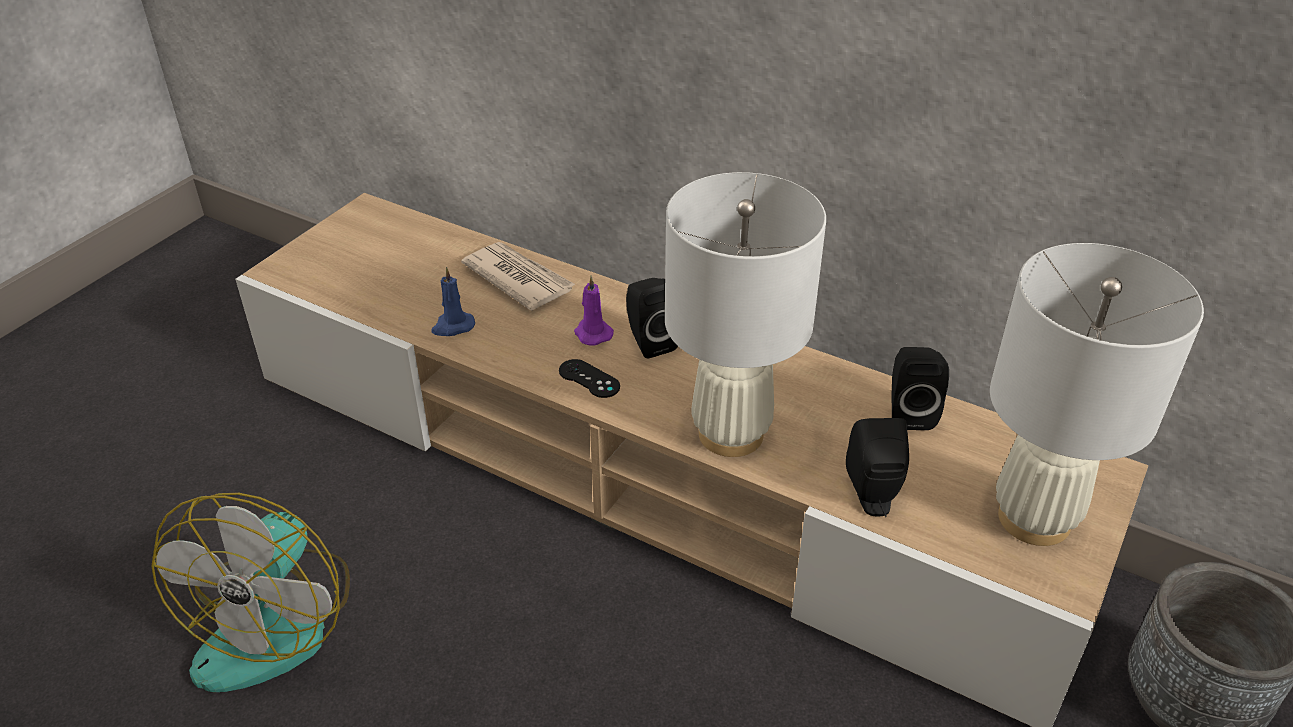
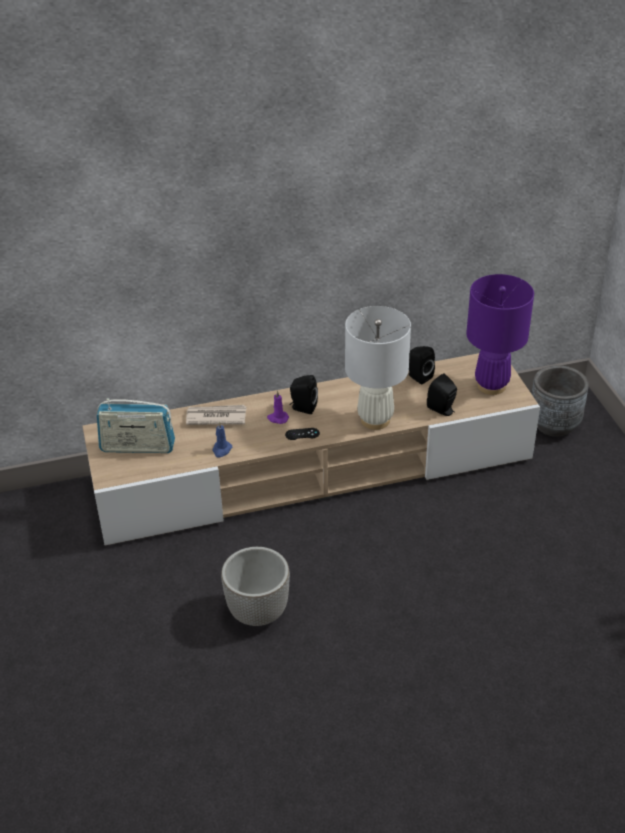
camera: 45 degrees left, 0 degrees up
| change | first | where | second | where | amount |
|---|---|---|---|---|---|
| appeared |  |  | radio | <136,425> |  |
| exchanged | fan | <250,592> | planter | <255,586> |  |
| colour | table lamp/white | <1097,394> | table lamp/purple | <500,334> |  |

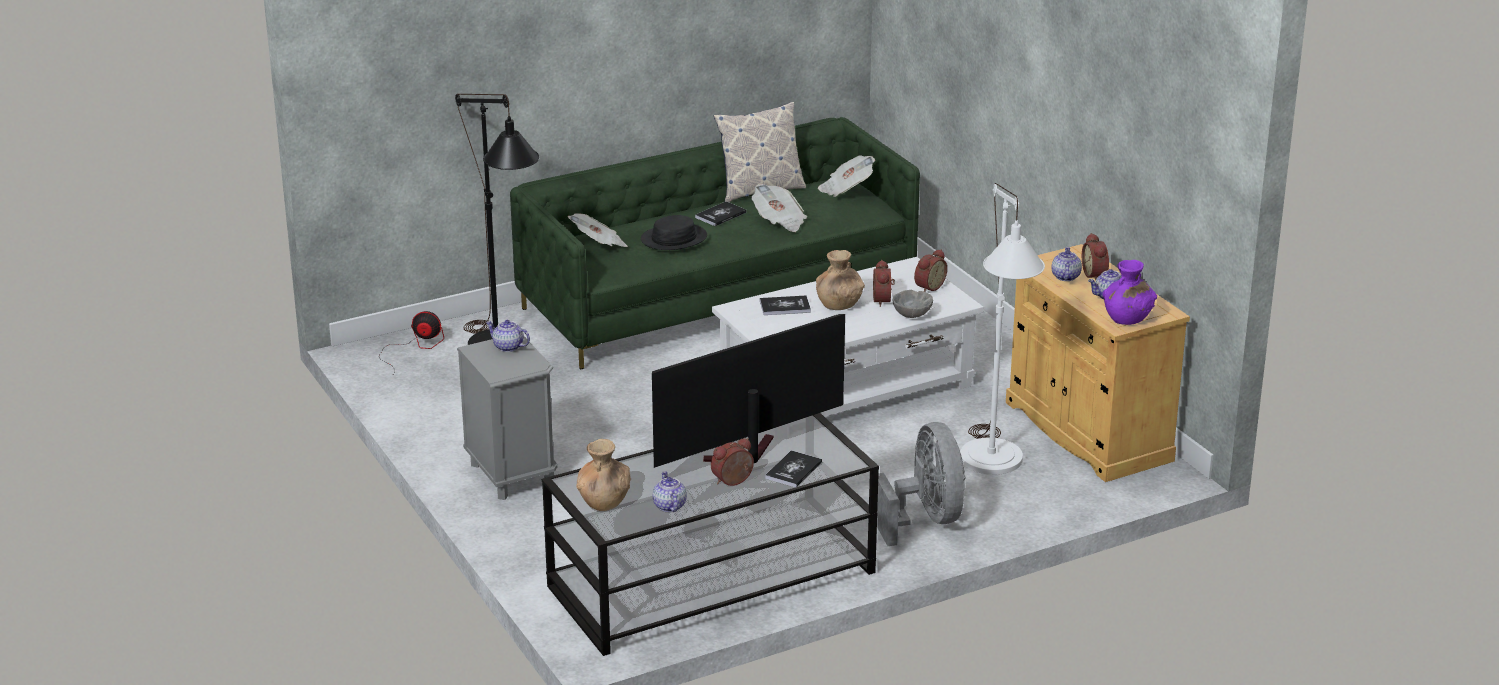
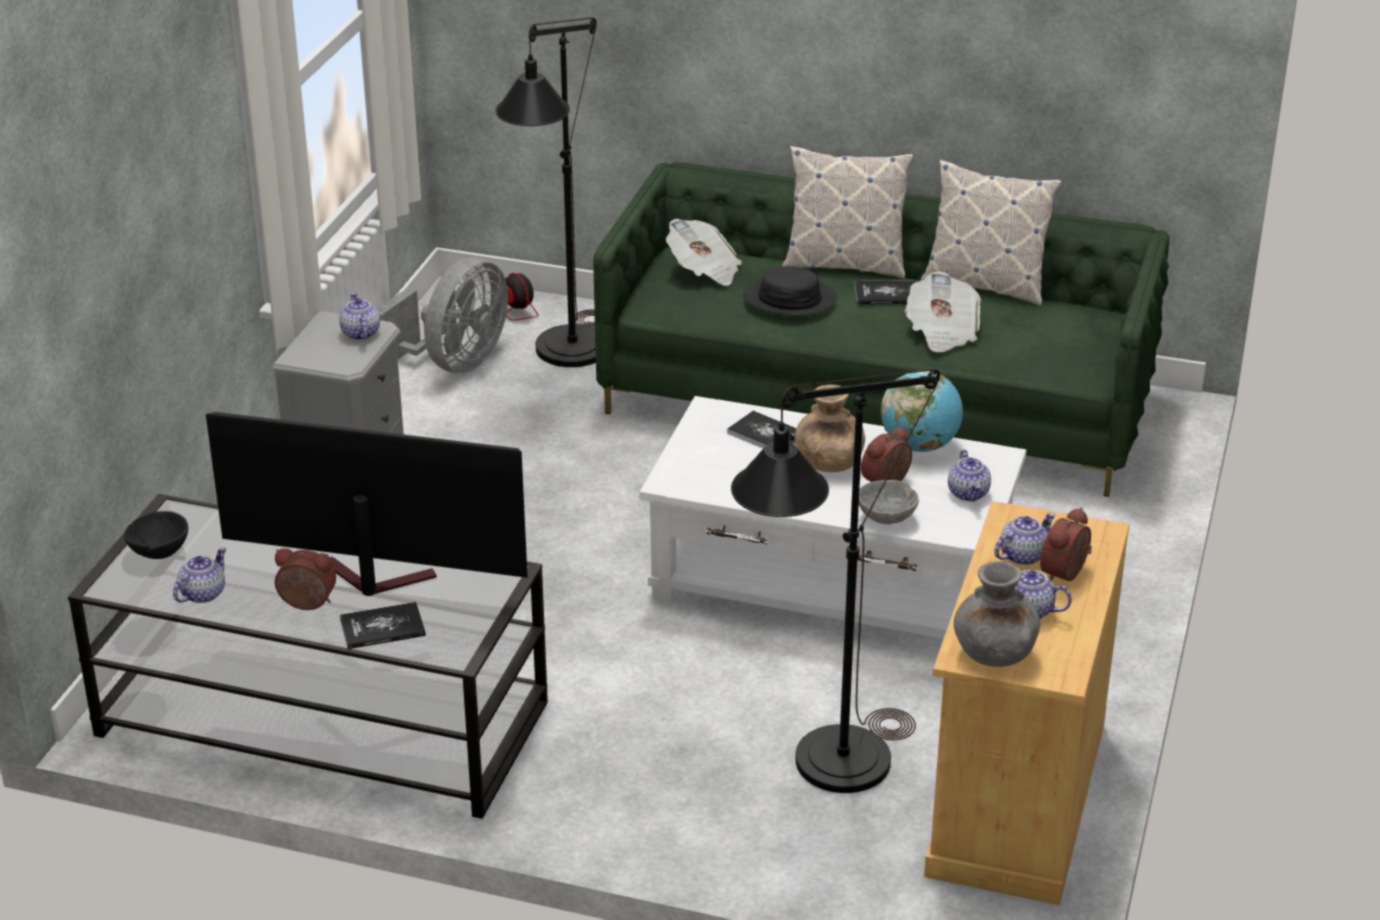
camera: 45 degrees right, 5 degrees up
| change | first | where | second | where | amount |
|---|---|---|---|---|---|
| exchanged | vase/brown | <603,475> | bowl/black | <156,535> |  |
| relocated | fan/grey | <921,484> |  | <443,315> |  |
| colour | floor lamp/white | <1002,329> | floor lamp/black | <835,581> |  |
| appeared |  |  | pillow | <848,212> |  |
| appeared |  |  | globe | <922,411> |  |
| exchanged | alarm clock | <930,270> | teapot | <969,476> |  |
| colour | vase/purple | <1130,292> | vase/grey | <997,614> |  |
| missing | newspaper | <846,176> |  |  |  |

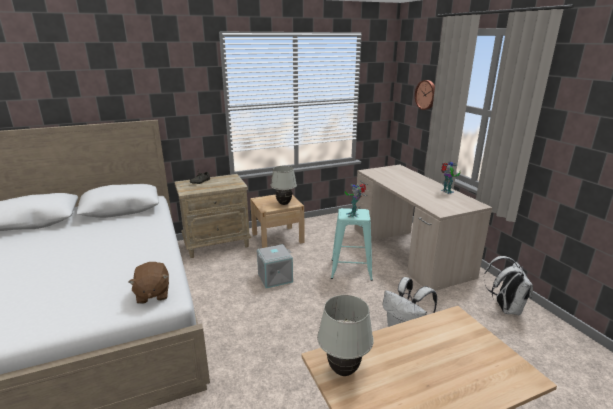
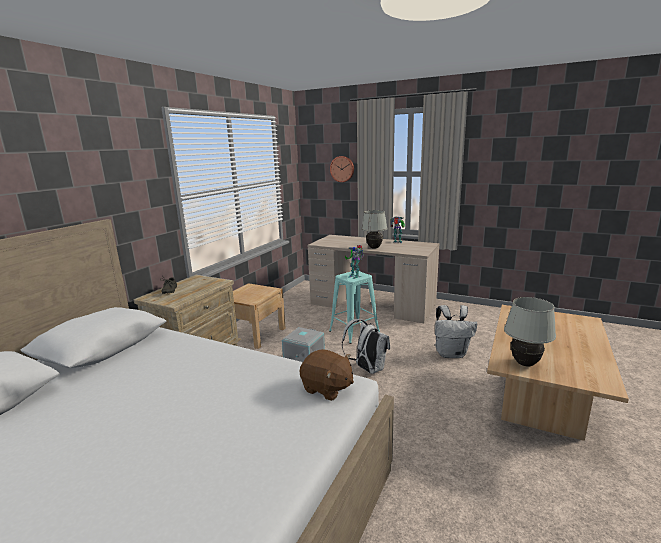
camera: 40 degrees left, 5 degrees down
| change | first | where | second | where | amount |
|---|---|---|---|---|---|
| relocated | backpack/white | <508,285> |  | <366,346> |  |
| relocated | table lamp/white | <284,185> |  | <374,229> |  |

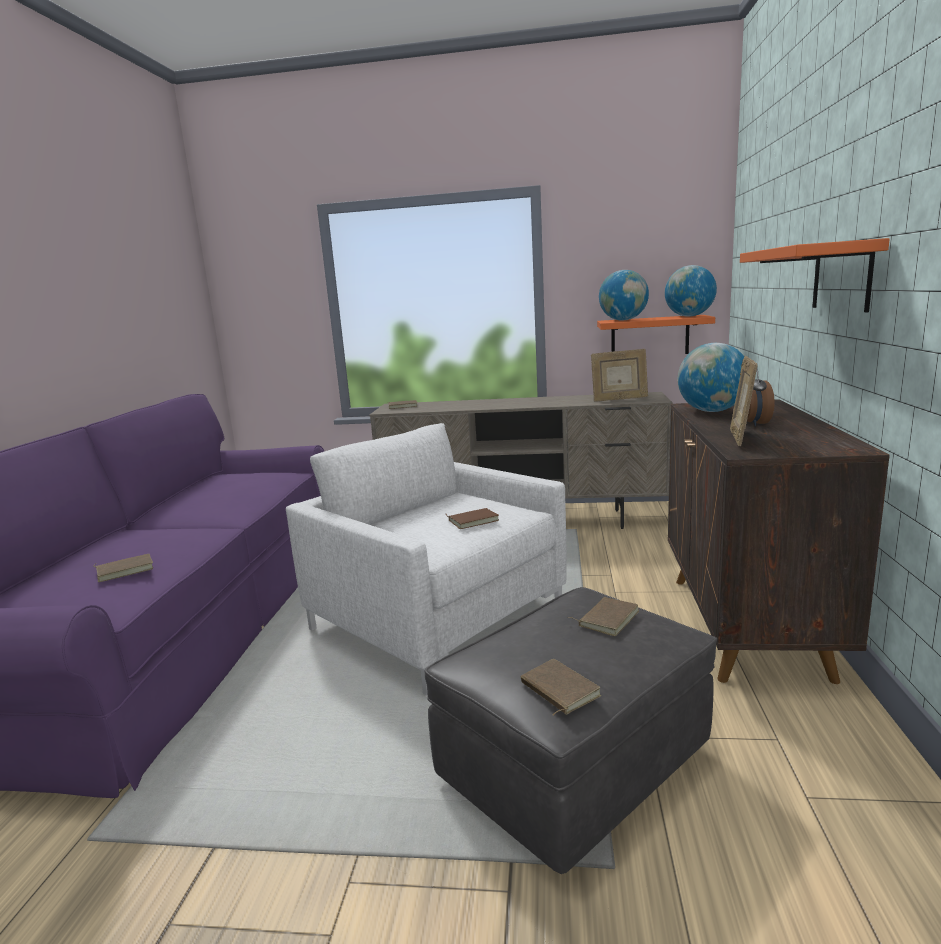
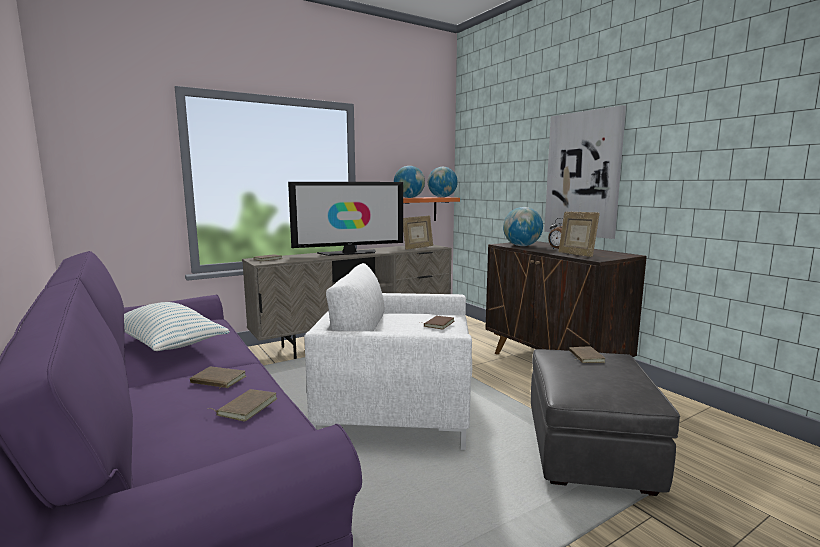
camera: 40 degrees left, 5 degrees down
| change | first | where | second | where | amount |
|---|---|---|---|---|---|
| appeared |  |  | pillow | <177,326> |  |
| relocated | book/brown | <561,687> |  | <218,378> |  |
| appeared |  |  | television | <345,219> |  |
| exchanged | shelf/orange | <815,275> | picture | <585,172> |  |

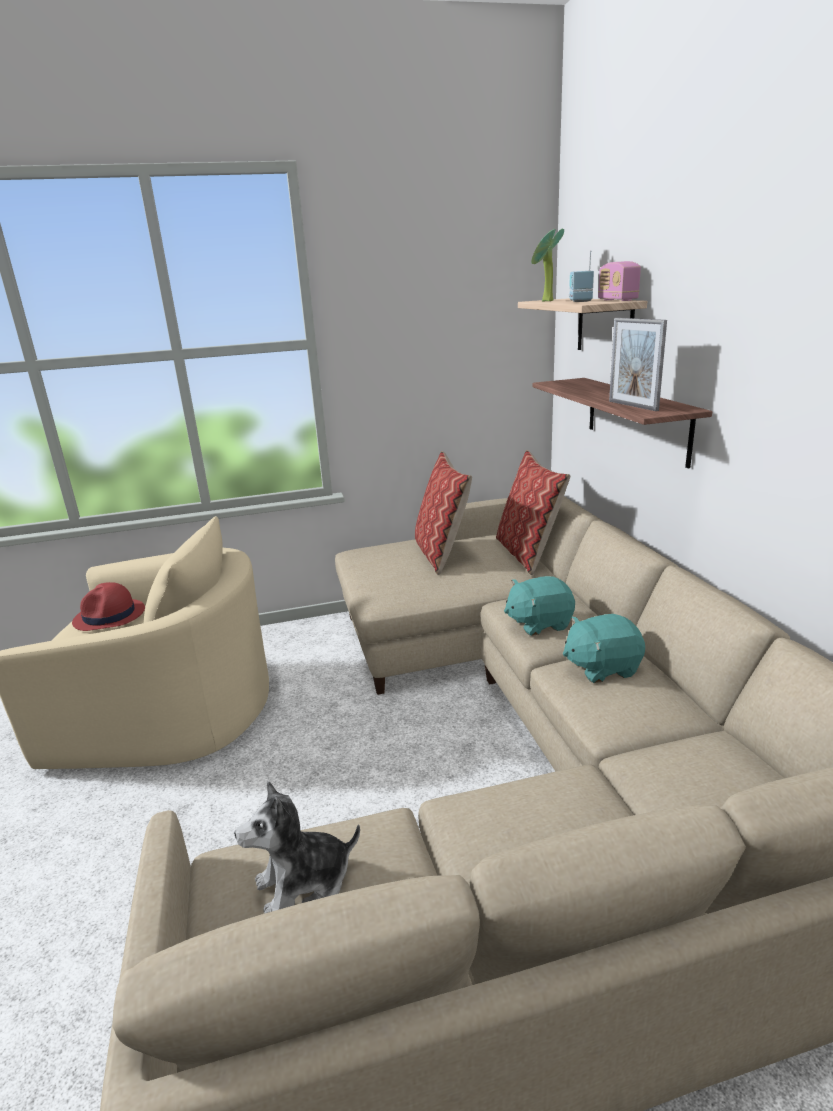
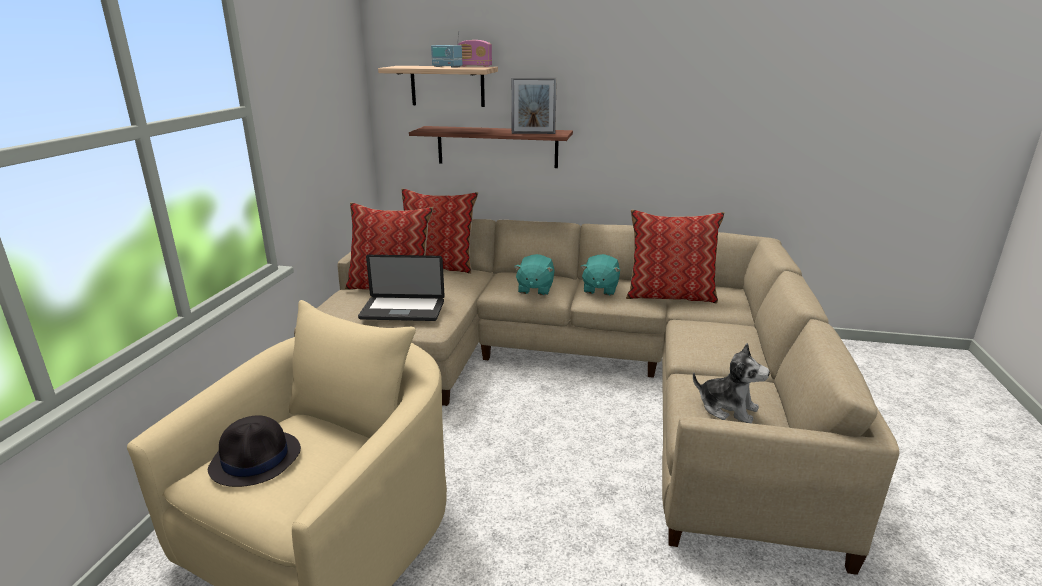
camera: 65 degrees left, 0 degrees up
| change | first | where | second | where | amount |
|---|---|---|---|---|---|
| colour | hat/red | <108,606> | hat/black | <254,451> |  |
| appeared |  |  | laptop | <401,288> |  |
| appeared |  |  | pillow | <675,257> |  |
| spun | plush toy | <297,847> |  | <731,383> | 60 degrees counterclockwise |
| missing | potted plant | <547,265> |  |  |  |

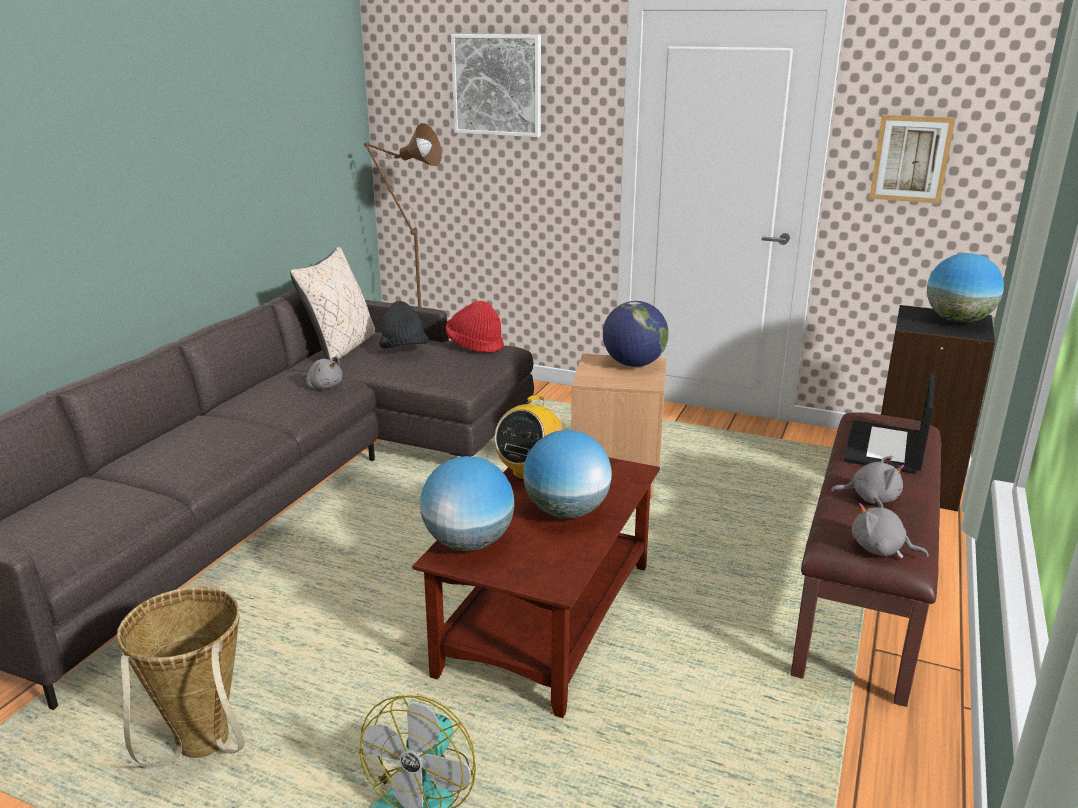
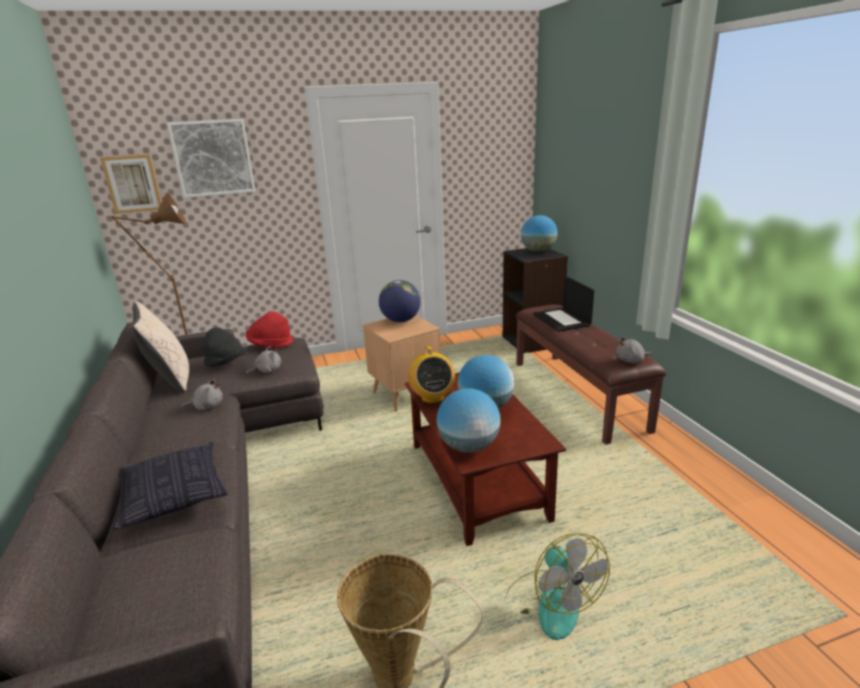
camera: 40 degrees left, 0 degrees up
| change | first | where | second | where | amount |
|---|---|---|---|---|---|
| relocated | picture | <912,159> |  | <131,184> |  |
| appeared |  |  | pillow | <170,486> |  |
| relocated | plush toy/grey | <867,480> |  | <263,360> |  |

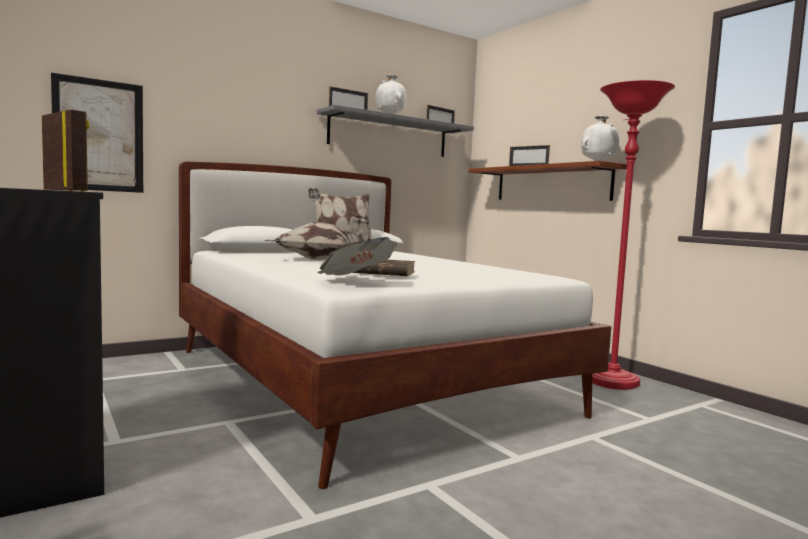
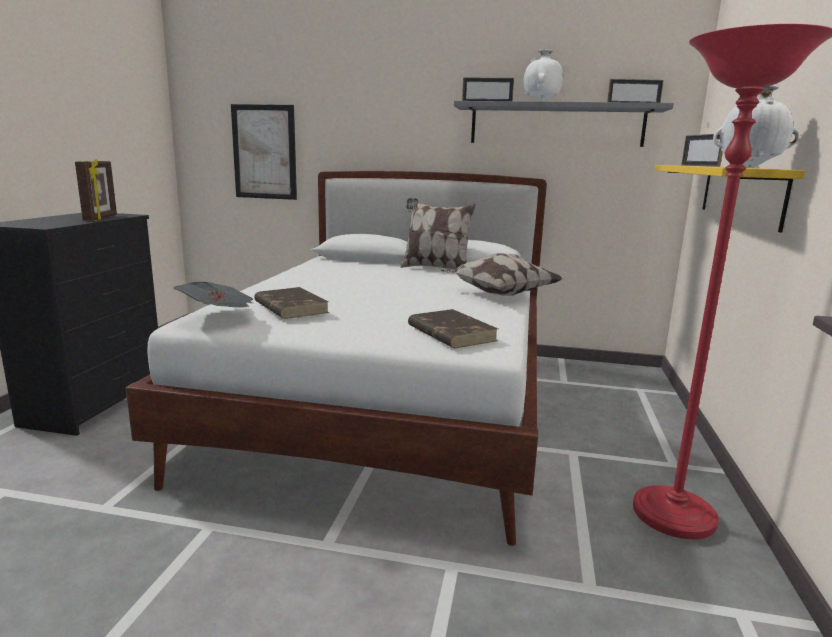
camera: 45 degrees right, 10 degrees up
| change | first | where | second | where | amount |
|---|---|---|---|---|---|
| appeared |  |  | book/brown | <453,328> |  |
| relocated | pillow | <314,241> |  | <502,274> |  |
| colour | shelf/brown | <547,181> | shelf/yellow | <730,199> |  |

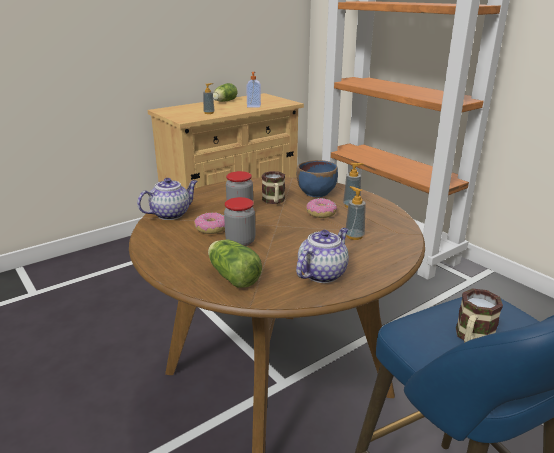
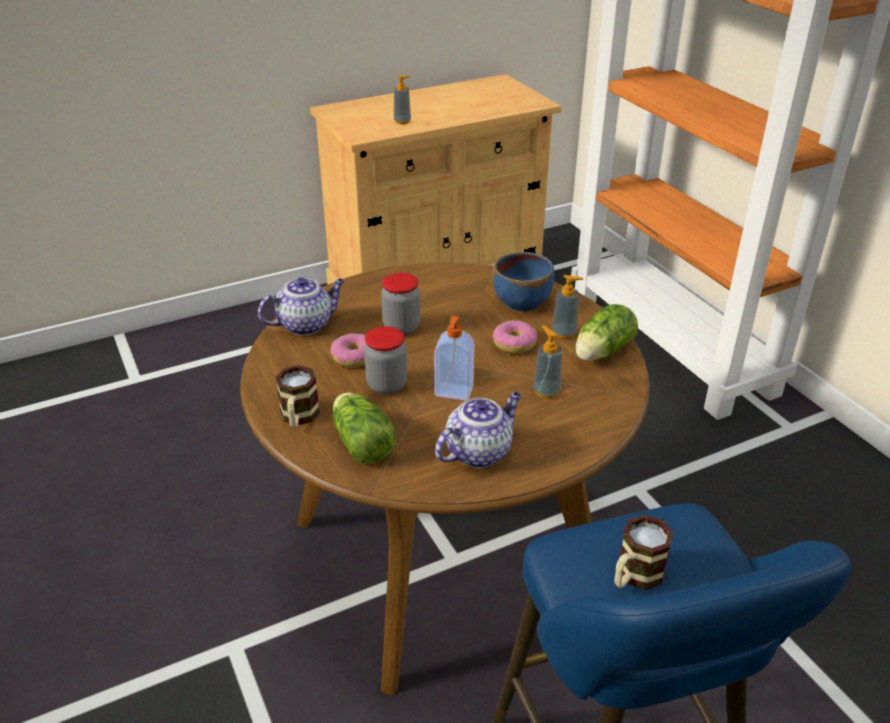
camera: 10 degrees right, 10 degrees up
| change | first | where | second | where | amount |
|---|---|---|---|---|---|
| relocated | mug | <273,187> |  | <297,396> |  |
| relocated | soap dispenser | <253,90> |  | <454,358> |  |
| relocated | lettuce | <225,92> |  | <606,332> |  |

